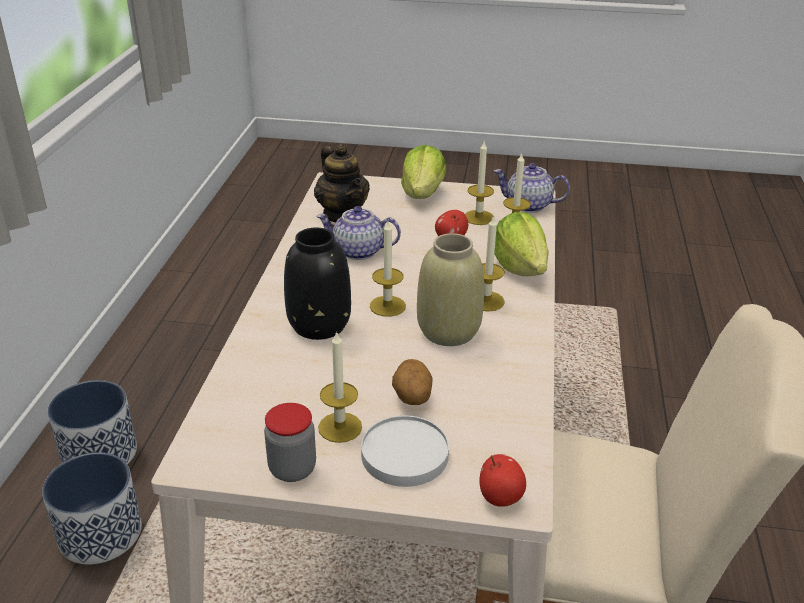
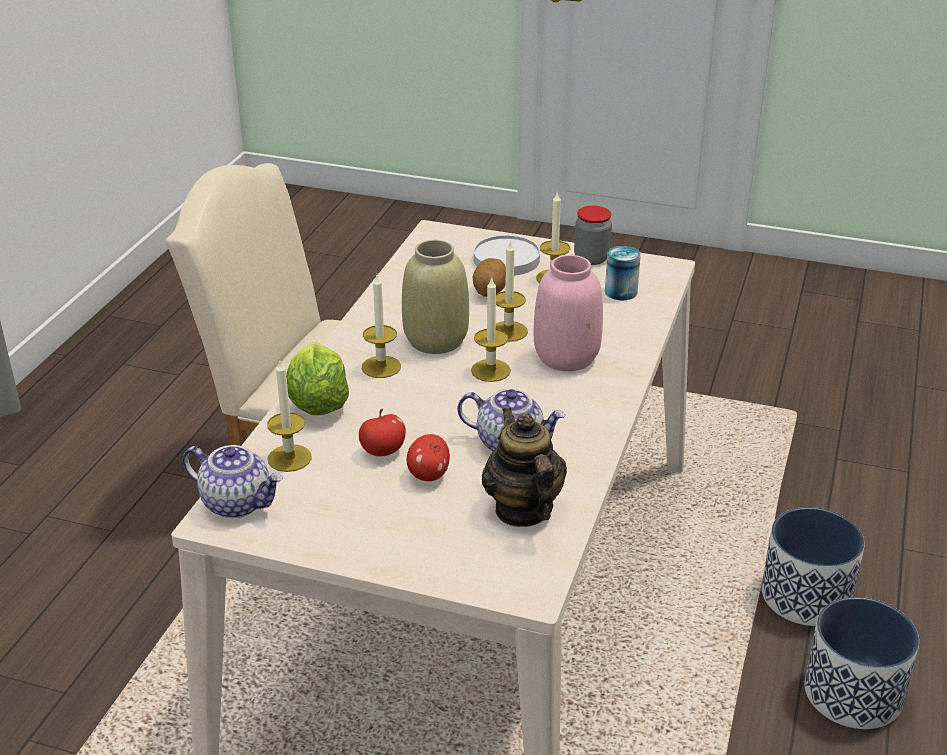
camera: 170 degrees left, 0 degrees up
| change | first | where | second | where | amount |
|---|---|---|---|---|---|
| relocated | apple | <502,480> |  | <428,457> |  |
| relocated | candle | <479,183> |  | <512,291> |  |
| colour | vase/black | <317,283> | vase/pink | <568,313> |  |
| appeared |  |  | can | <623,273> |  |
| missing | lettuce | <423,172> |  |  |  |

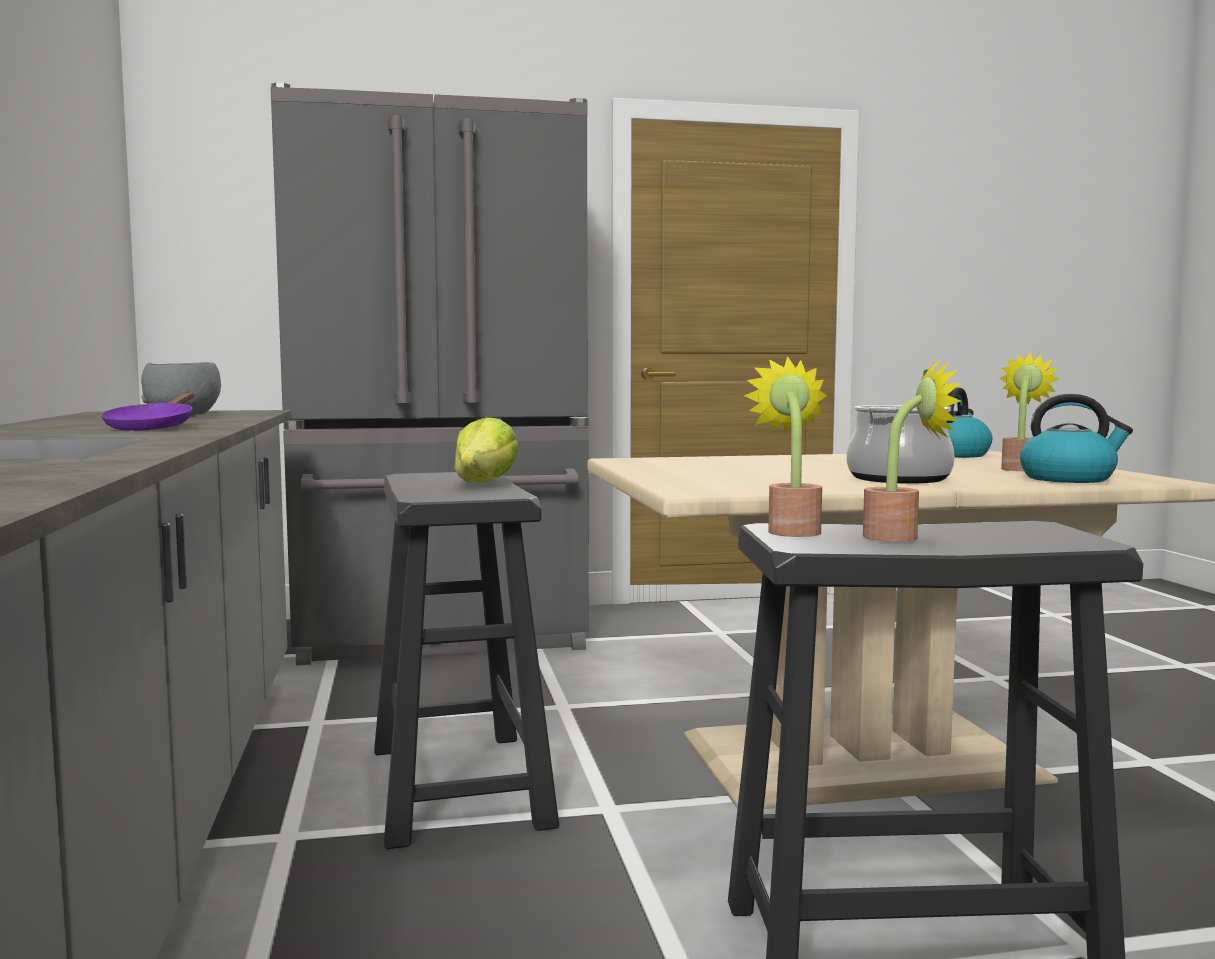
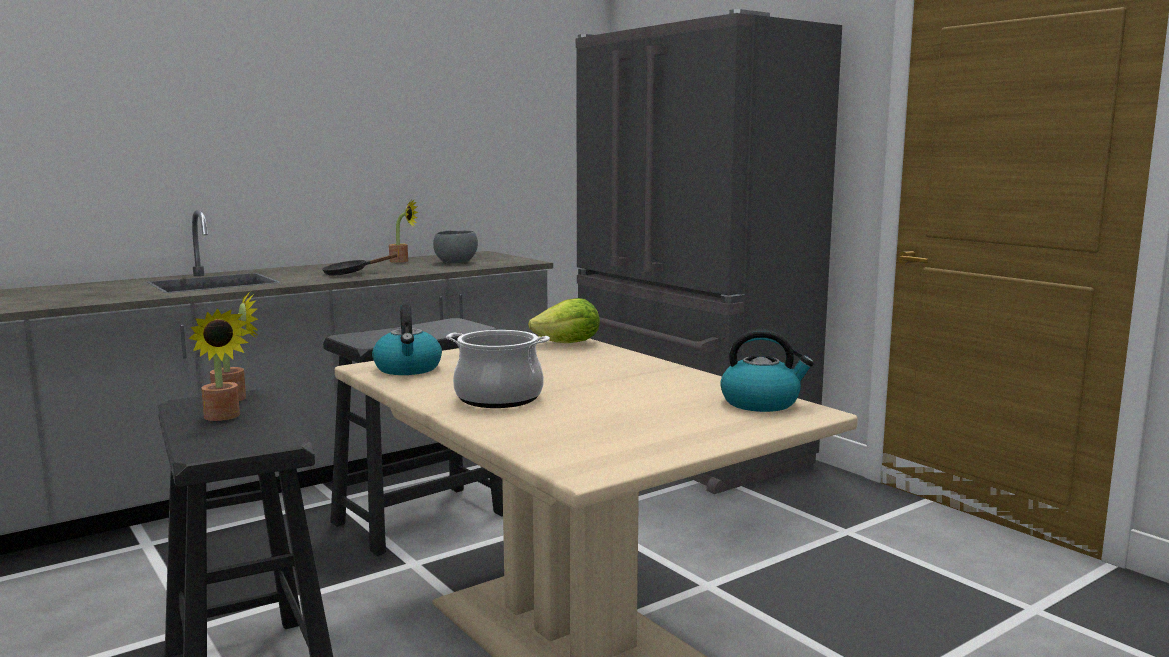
camera: 65 degrees right, 5 degrees up
| change | first | where | second | where | amount |
|---|---|---|---|---|---|
| colour | frying pan/purple | <147,411> | frying pan/black | <360,265> |  |
| relocated | kettle | <1076,438> |  | <407,339> |  |
| relocated | potted plant | <1029,411> |  | <403,231> |  |
| relocated | lettuce | <487,450> |  | <564,320> |  |

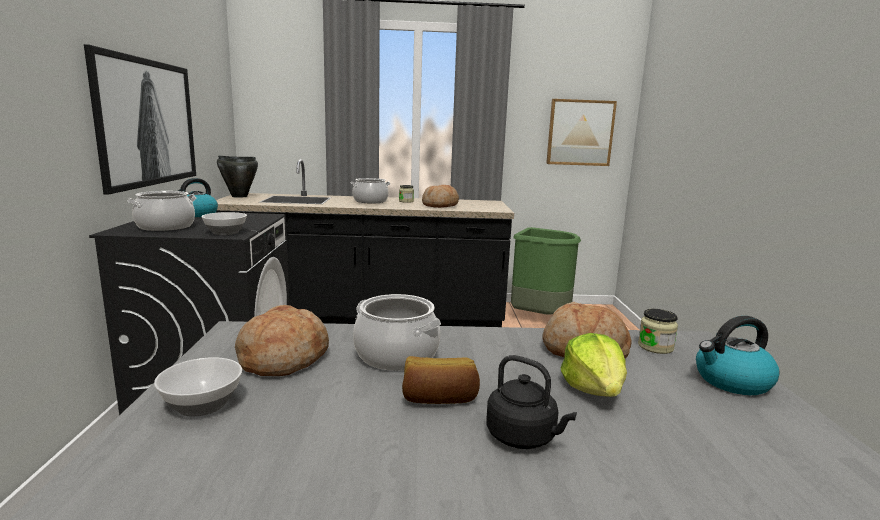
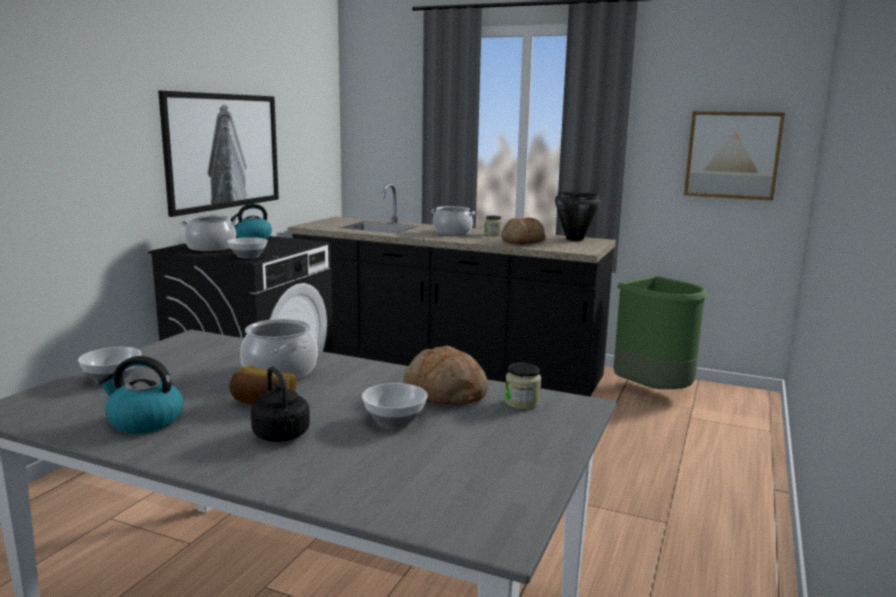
camera: 25 degrees right, 0 degrees up
| change | first | where | second | where | amount |
|---|---|---|---|---|---|
| relocated | kettle | <738,355> |  | <140,395> |  |
| exchanged | lettuce | <594,365> | bowl | <395,405> |  |
| relocated | cooking pot/black | <237,177> |  | <577,216> |  |
| missing | bread | <282,340> |  |  |  |

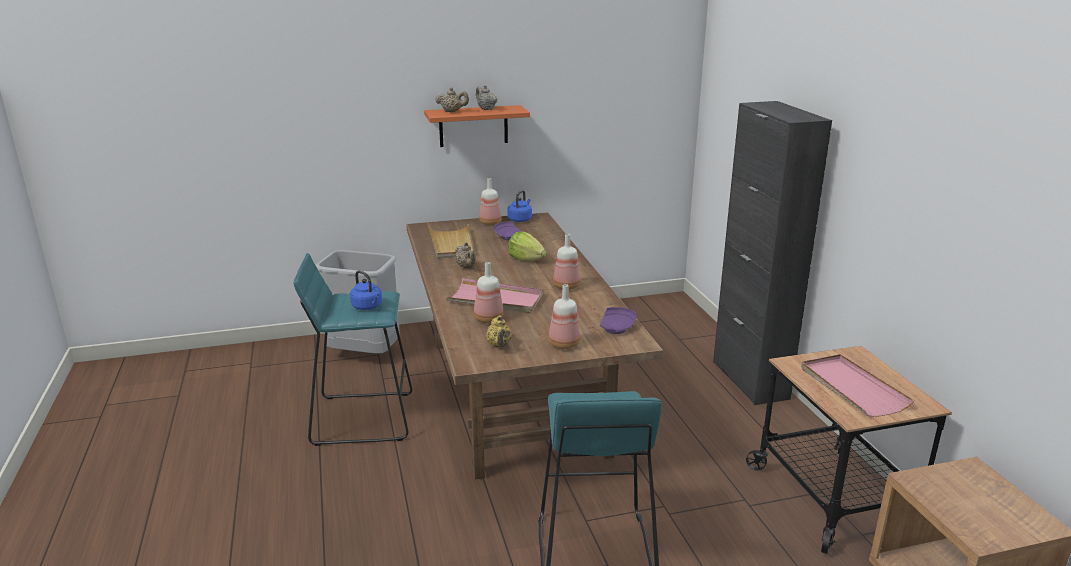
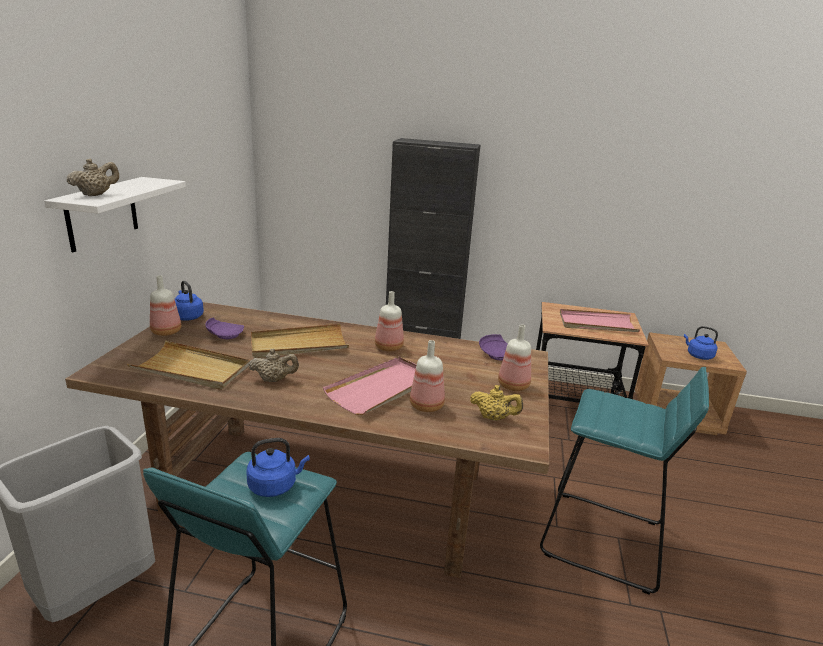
camera: 65 degrees left, 0 degrees up
| change | first | where | second | where | amount |
|---|---|---|---|---|---|
| colour | shelf/orange | <477,126> | shelf/white | <115,214> |  |
| exchanged | lettuce | <527,246> | tray/beige | <300,341> |  |
| appeared |  |  | kettle/blue | <701,343> |  |
| missing | teapot/beige | <487,97> |  |  |  |

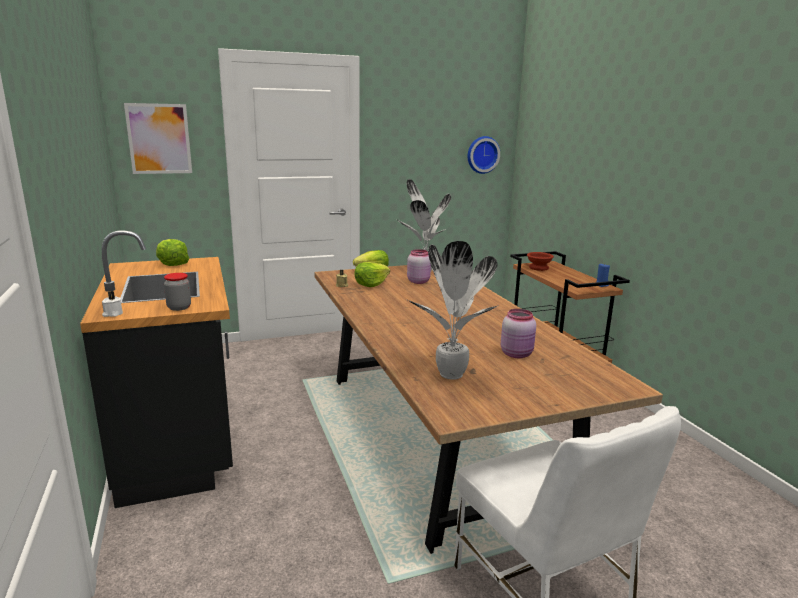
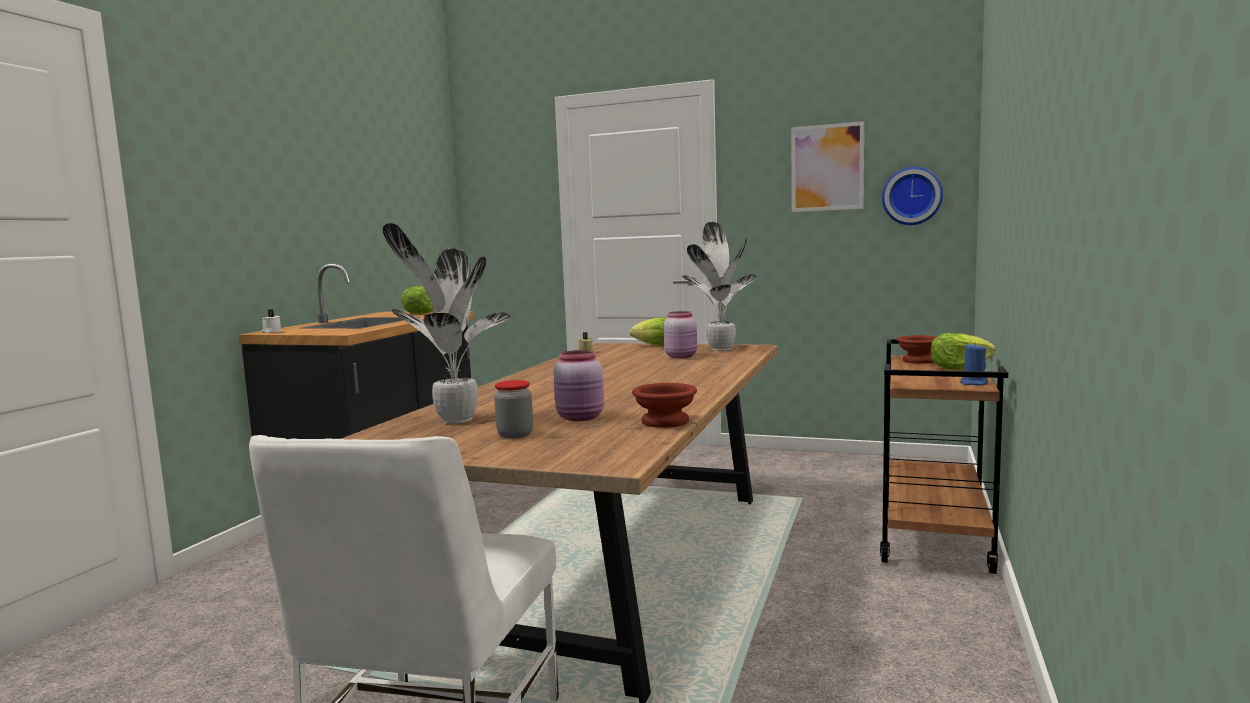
camera: 40 degrees right, 10 degrees down
| change | first | where | second | where | amount |
|---|---|---|---|---|---|
| relocated | jar | <177,292> |  | <513,409> |  |
| appeared |  |  | bowl/brown | <664,405> |  |
| relocated | picture | <158,138> |  | <827,166> |  |
| relocated | lettuce | <372,274> |  | <963,351> |  |

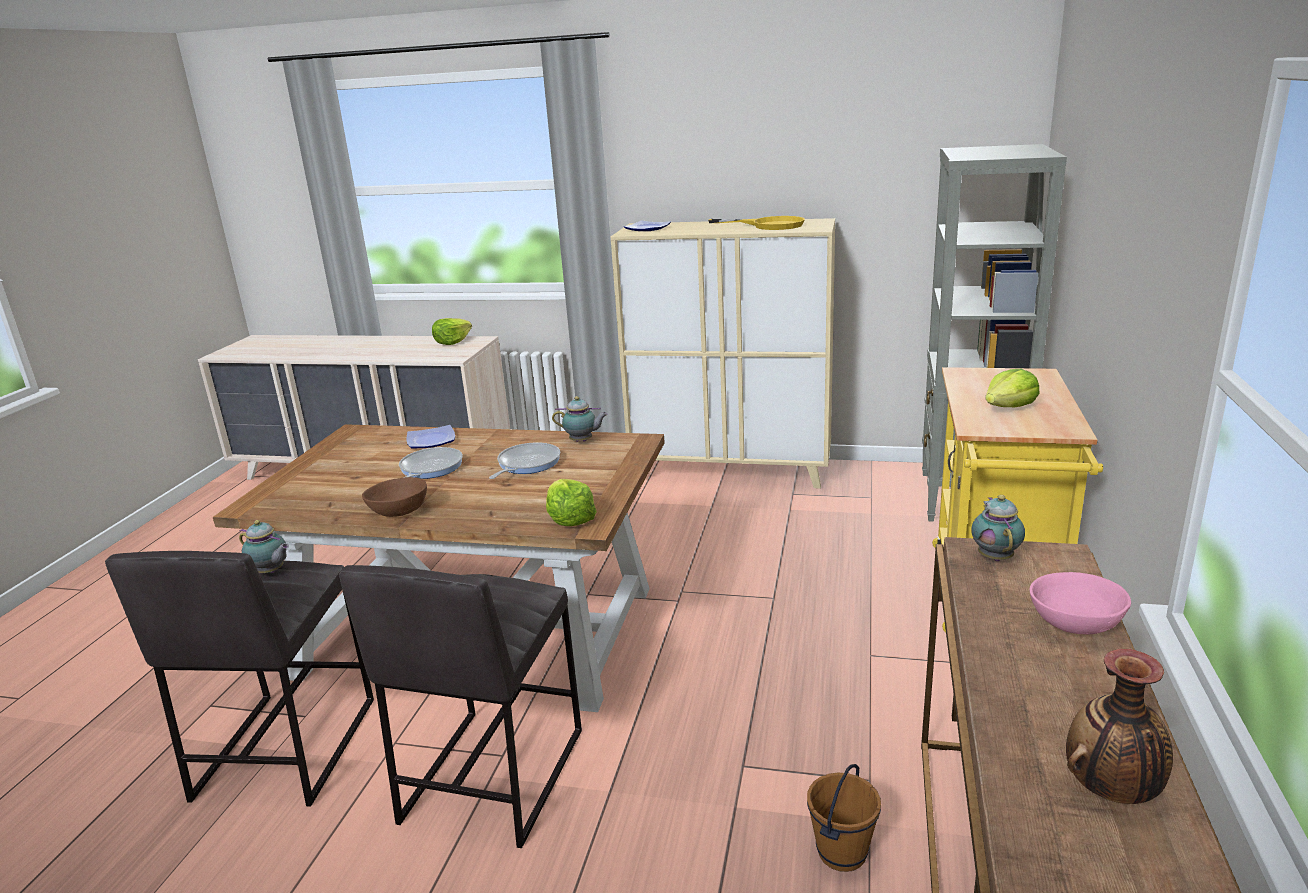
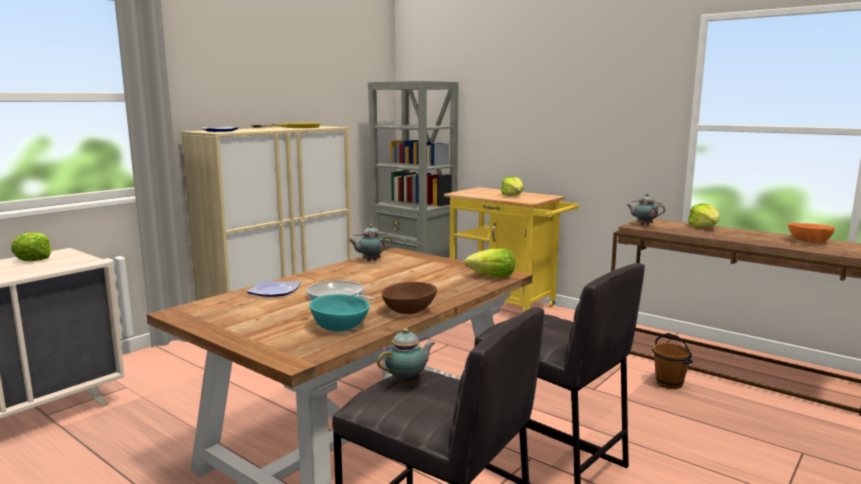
camera: 65 degrees left, 10 degrees down
| change | first | where | second | where | amount |
|---|---|---|---|---|---|
| appeared |  |  | bowl/turquoise | <339,312> |  |
| spun | teapot | <580,419> |  | <370,243> | 135 degrees counterclockwise |
| exchanged | bowl/pink | <1080,603> | lettuce | <704,215> |  |
| exchanged | vase | <1119,726> | bowl/orange | <811,233> |  |
| missing | frying pan | <524,460> |  |  |  |

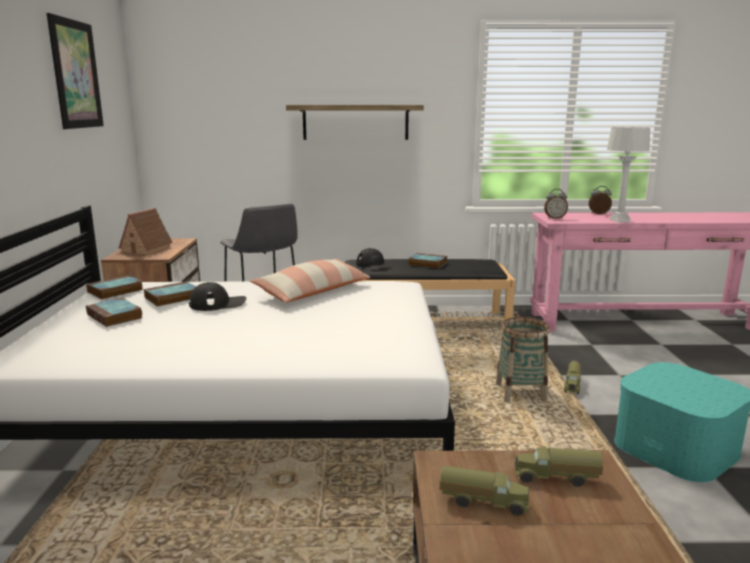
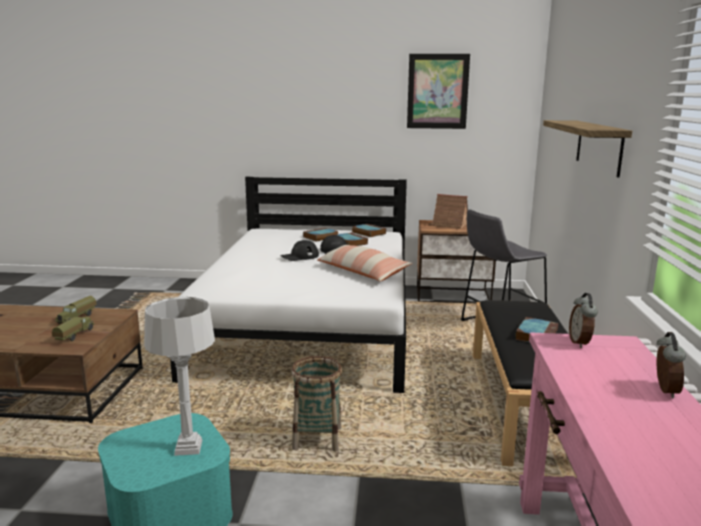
camera: 95 degrees right, 0 degrees up
| change | first | where | second | where | amount |
|---|---|---|---|---|---|
| relocated | table lamp/grey | <628,174> |  | <179,376> |  |
| relocated | cap/black | <373,259> |  | <299,250> |  |
| missing | toy truck | <573,377> |  |  |  |

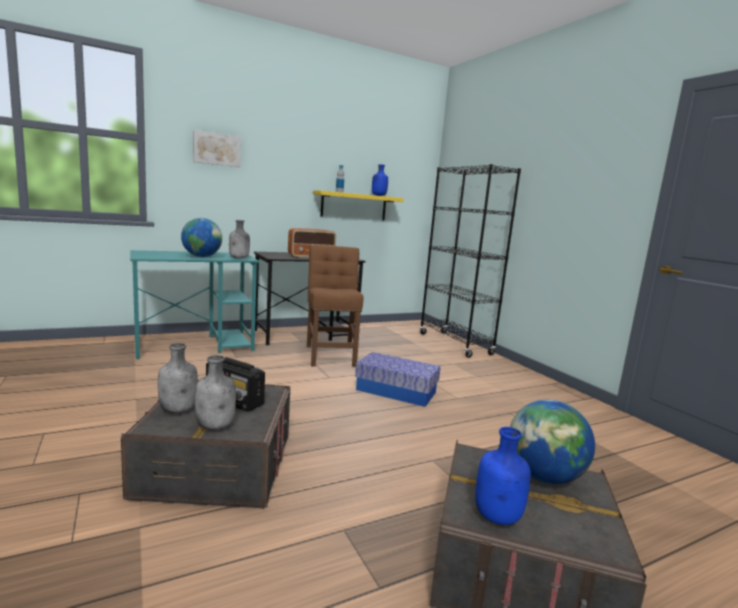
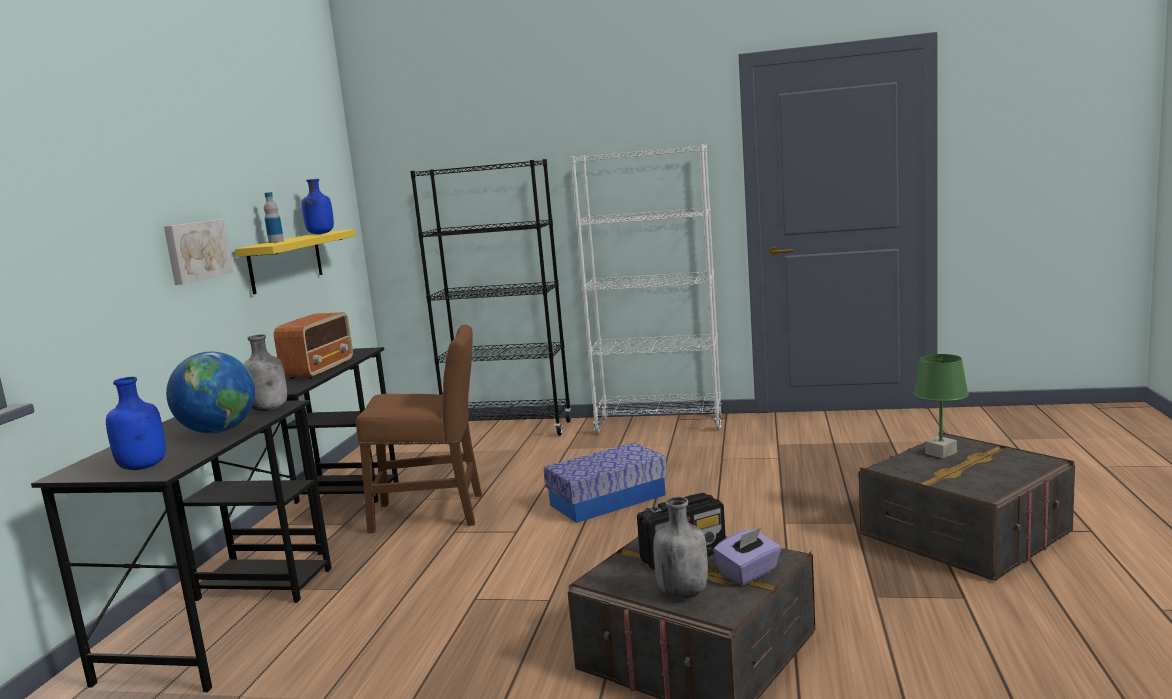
camera: 50 degrees left, 0 degrees up
| change | first | where | second | where | amount |
|---|---|---|---|---|---|
| colour | desk/turquoise | <194,304> | desk/black | <181,546> |  |
| relocated | bottle/blue | <503,476> |  | <136,423> |  |
| relocated | picture | <217,148> |  | <198,252> |  |
| spun | chair/brown | <335,306> |  | <419,428> | 150 degrees clockwise |
| appeared |  |  | bookcase/white | <647,289> |  |
| exchanged | bottle/grey | <215,392> | tissue box/purple | <747,556> |  |
| exchanged | globe | <552,442> | table lamp/green | <941,406> |  |

